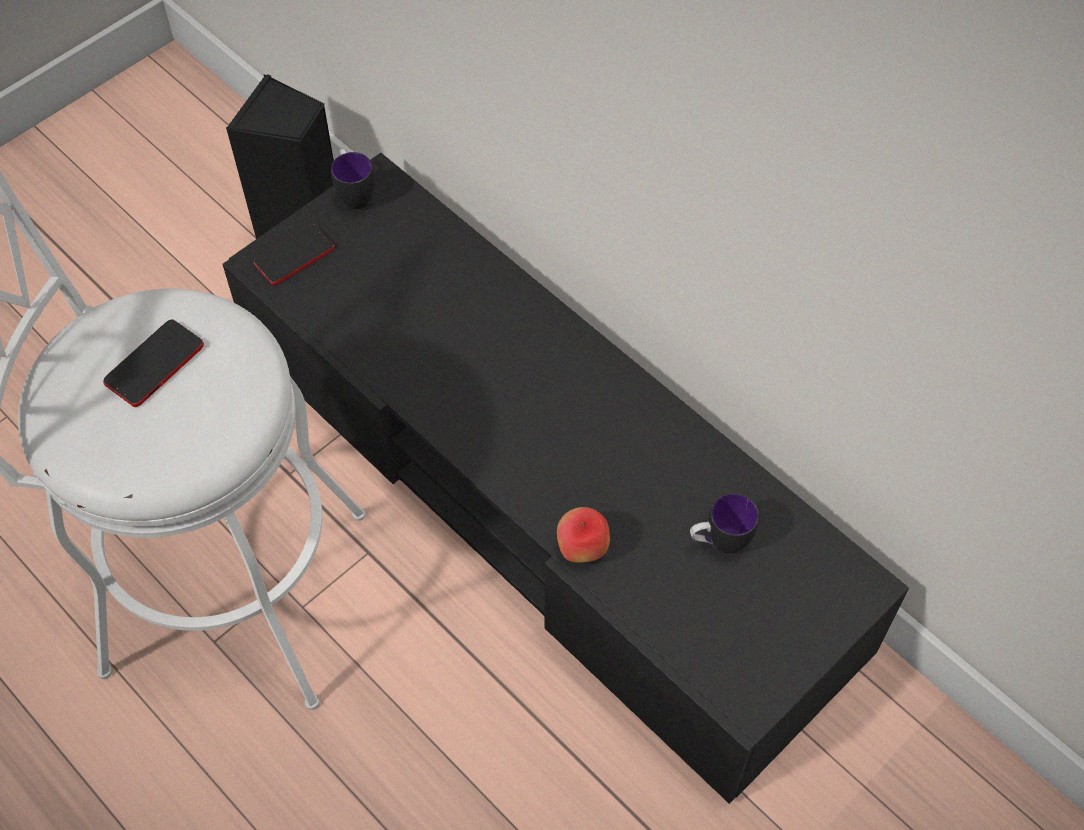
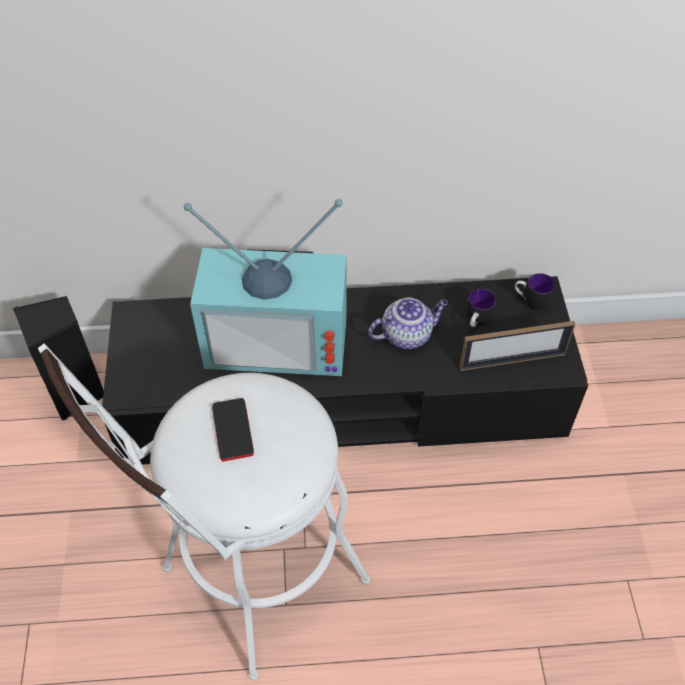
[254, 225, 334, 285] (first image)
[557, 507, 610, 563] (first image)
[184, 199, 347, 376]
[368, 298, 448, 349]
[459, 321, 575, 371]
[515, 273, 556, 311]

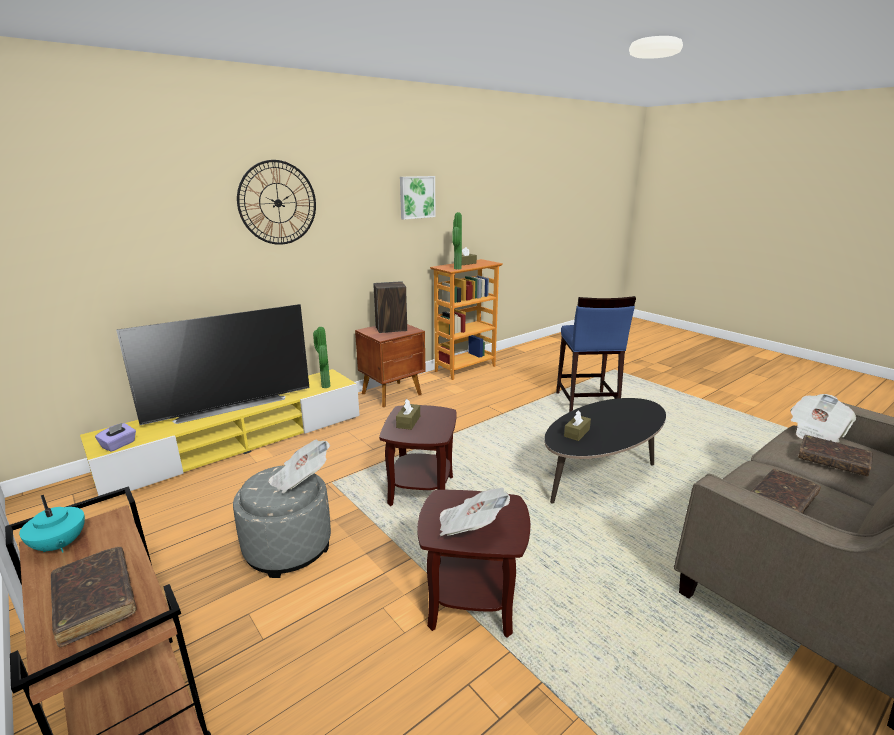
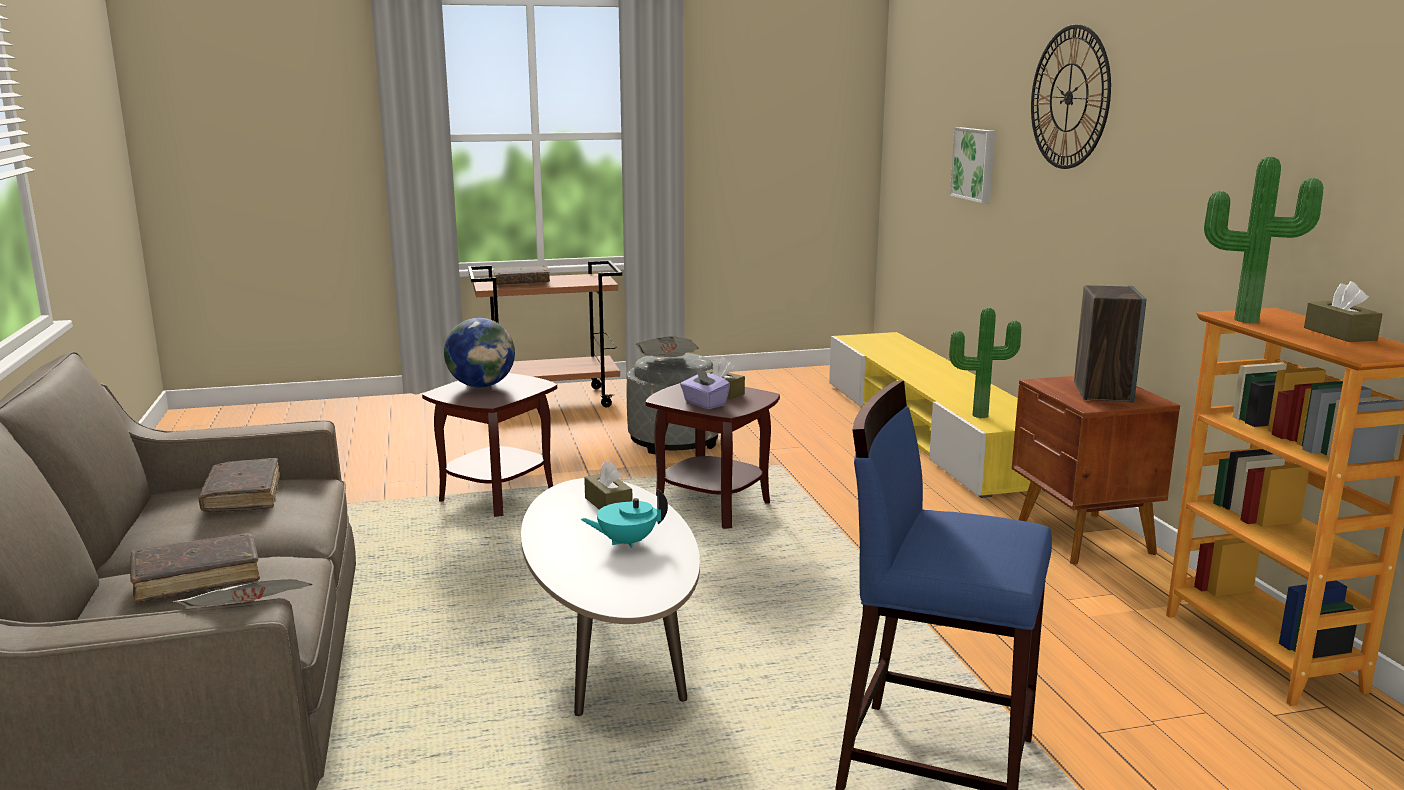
[116, 304, 309, 425] (first image)
[581, 489, 668, 548]
[680, 367, 730, 409]
[950, 127, 995, 203]
[444, 318, 515, 387]
[521, 478, 700, 716]

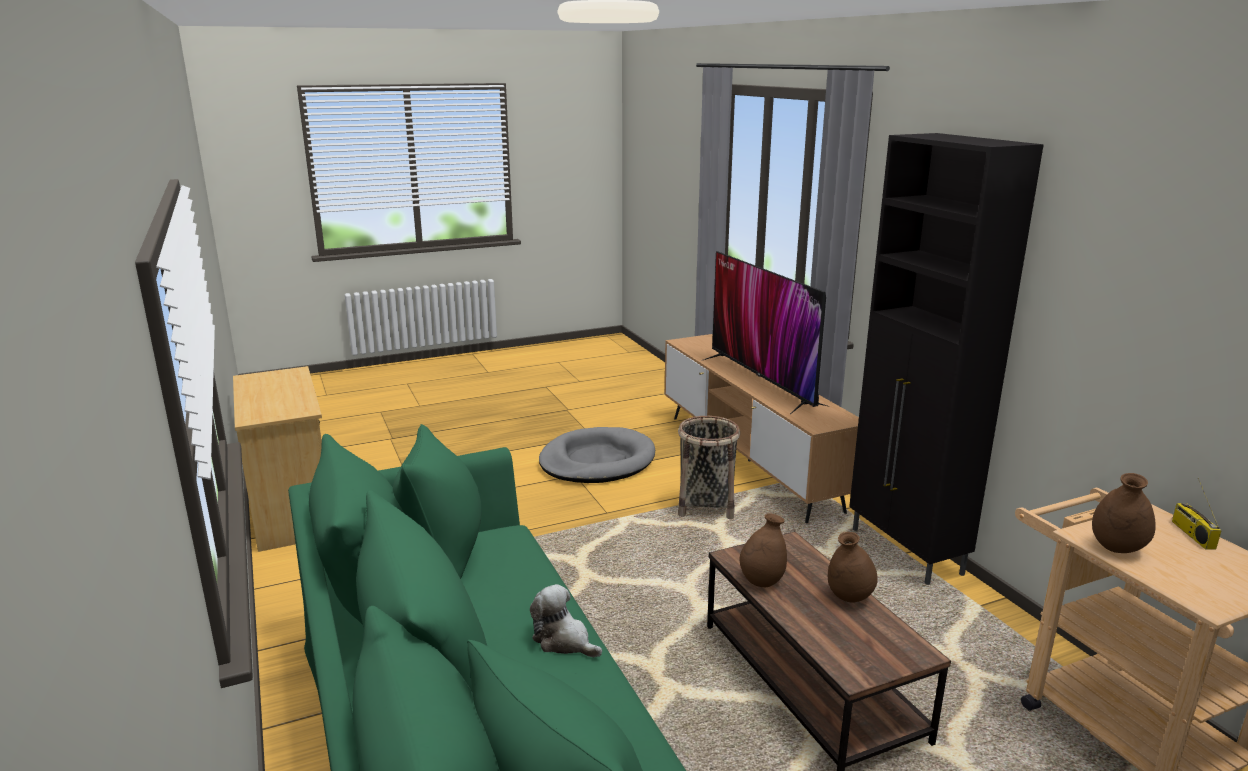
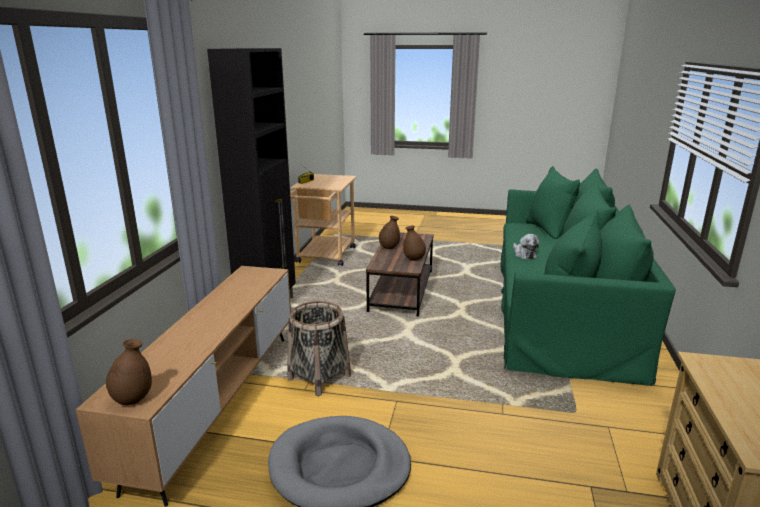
[703, 251, 830, 414] (first image)
[106, 339, 152, 405]

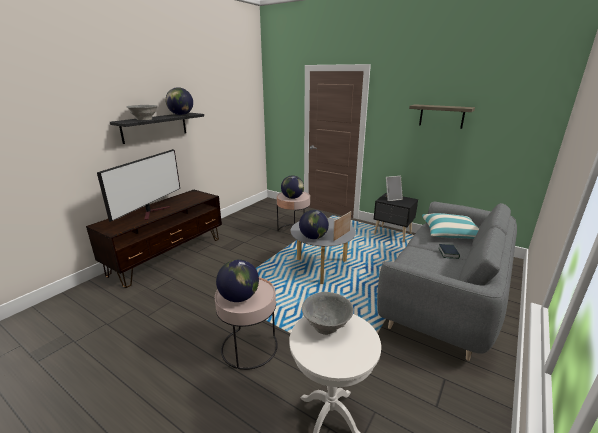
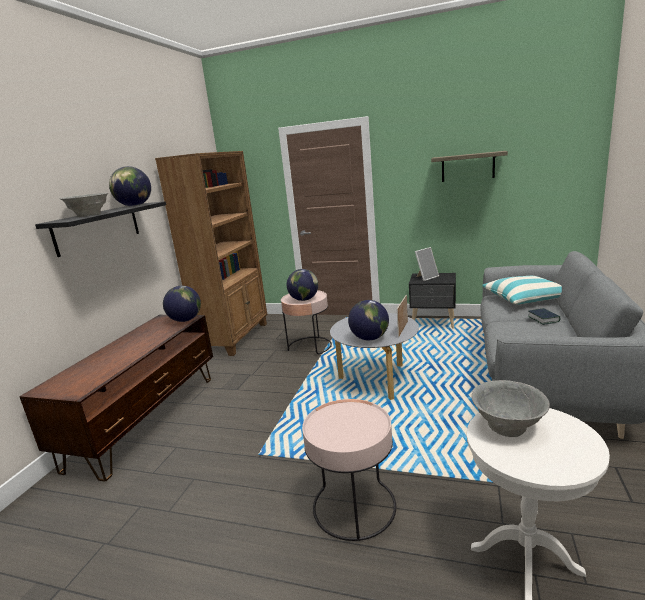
[97, 149, 180, 222] (first image)
[155, 151, 267, 356]
[163, 286, 201, 322]

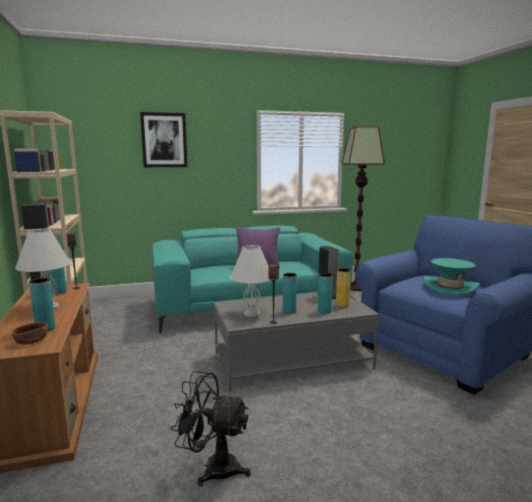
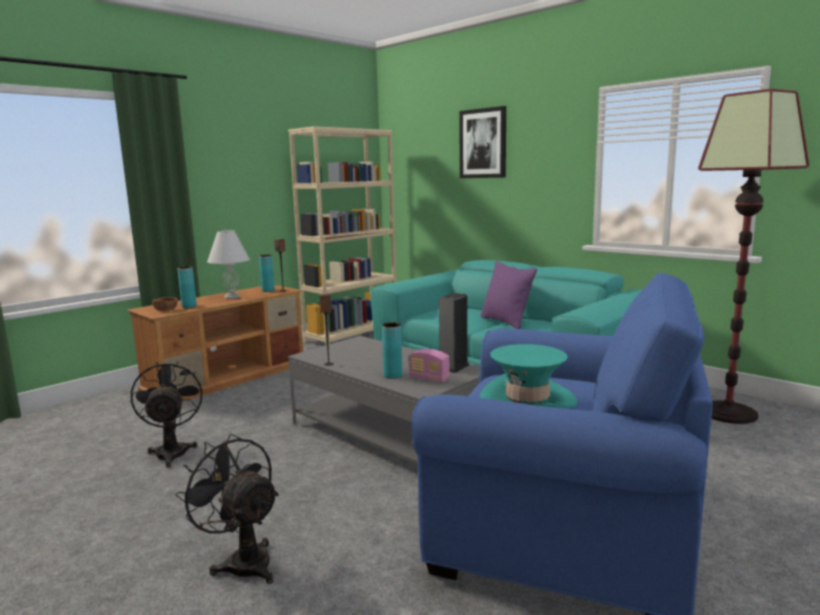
[230, 245, 270, 317] (first image)
[283, 273, 297, 314] (first image)
[176, 434, 279, 584]
[409, 349, 450, 382]

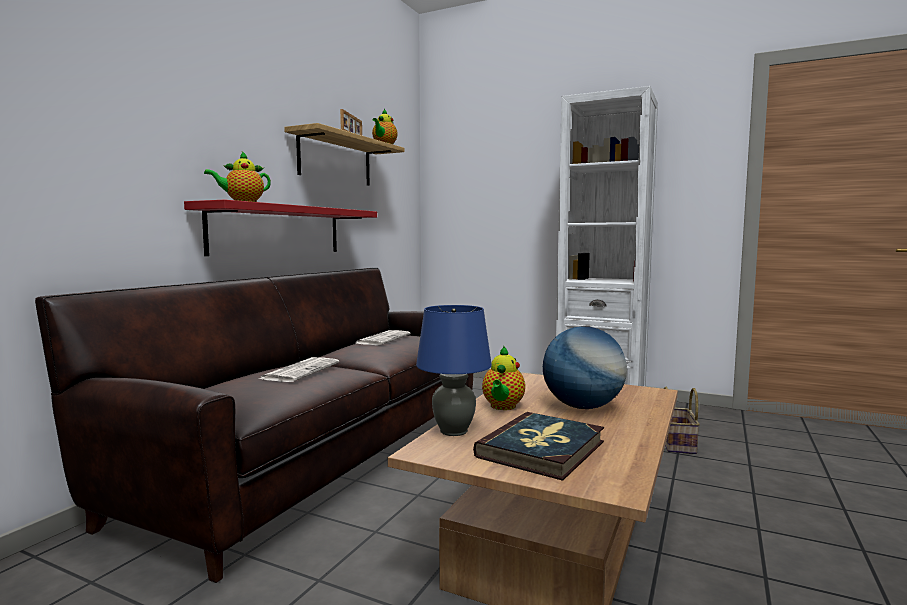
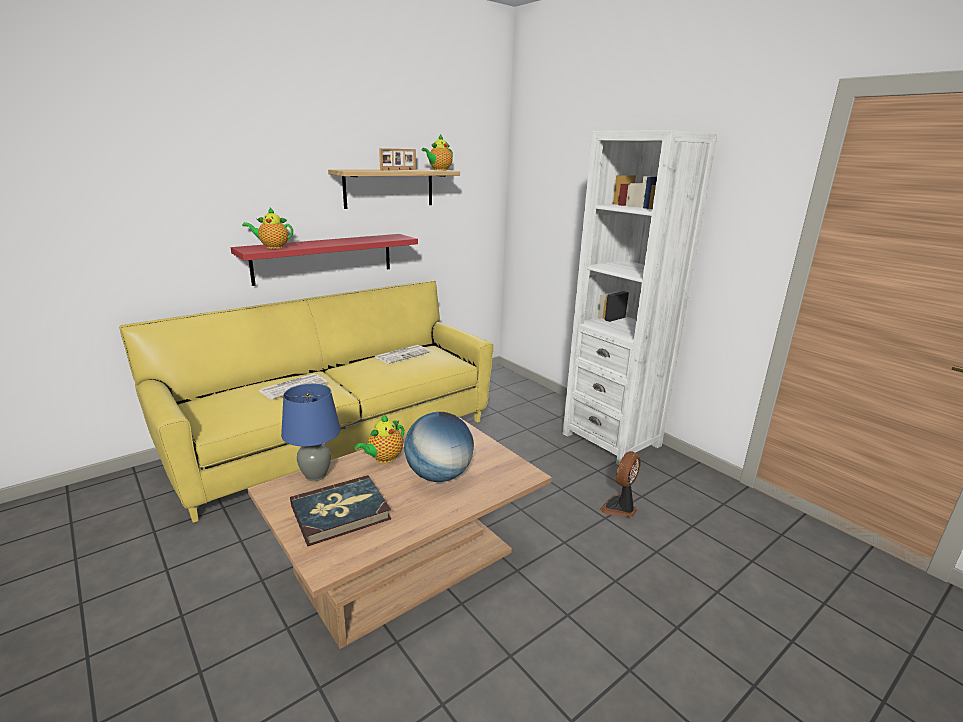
[600, 451, 641, 517]
[119, 280, 494, 523]

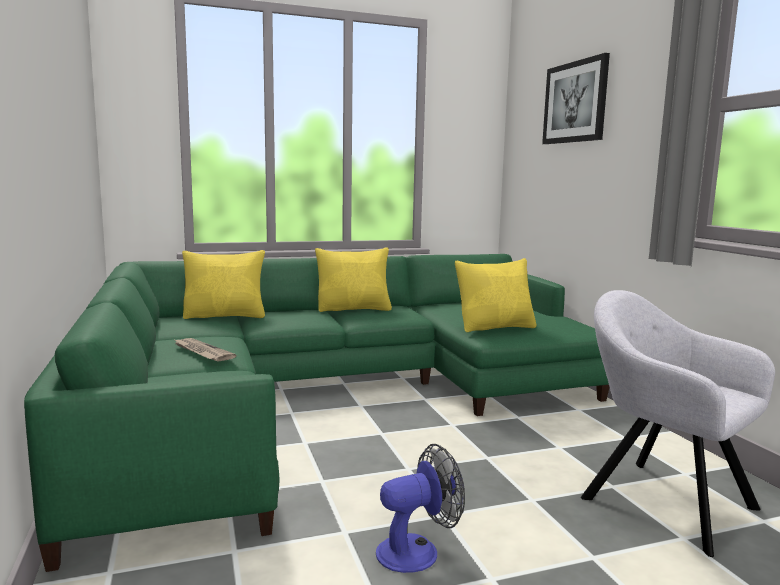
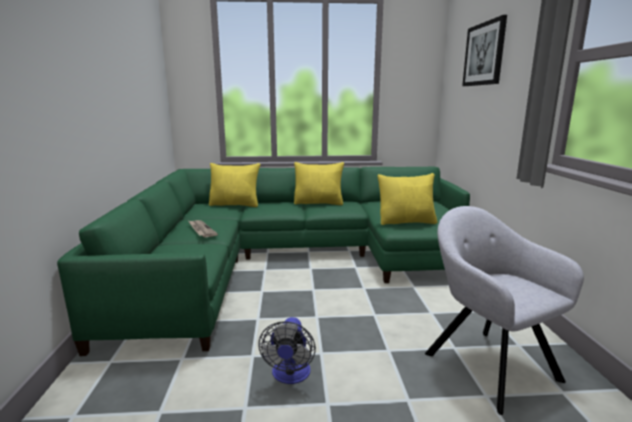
[258, 317, 316, 384]

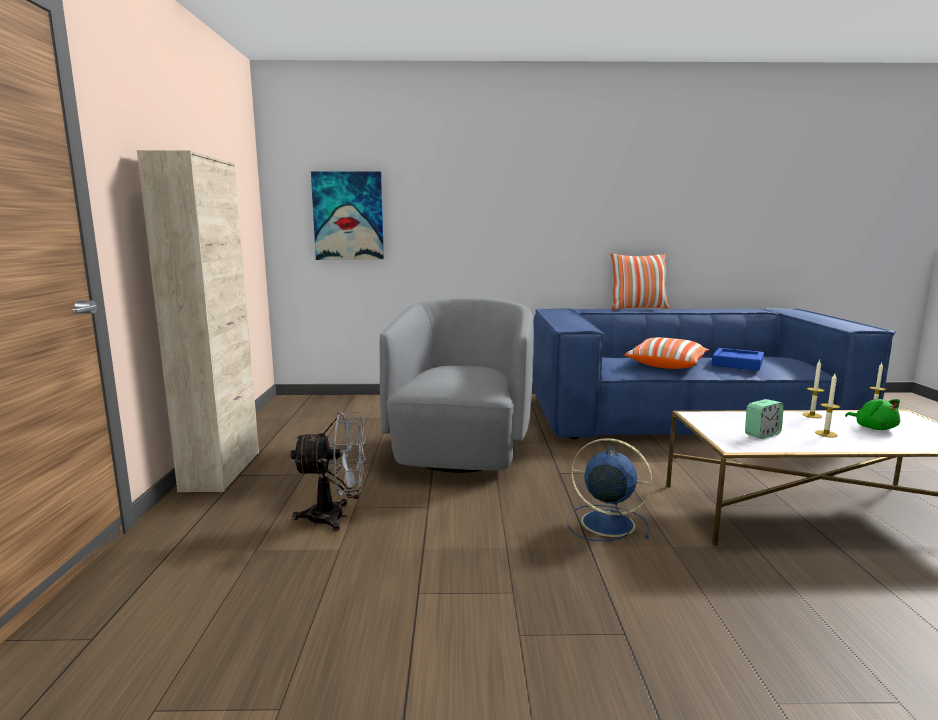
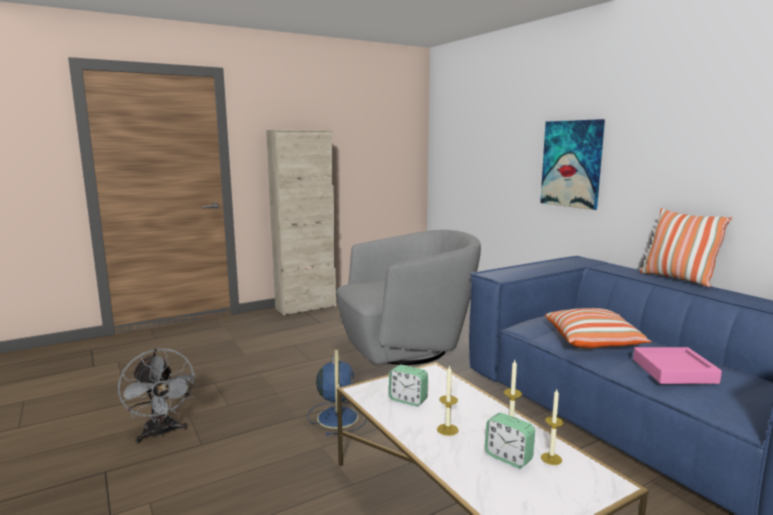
[118, 348, 197, 443]
[540, 119, 605, 210]
[485, 413, 535, 468]
[633, 347, 722, 384]

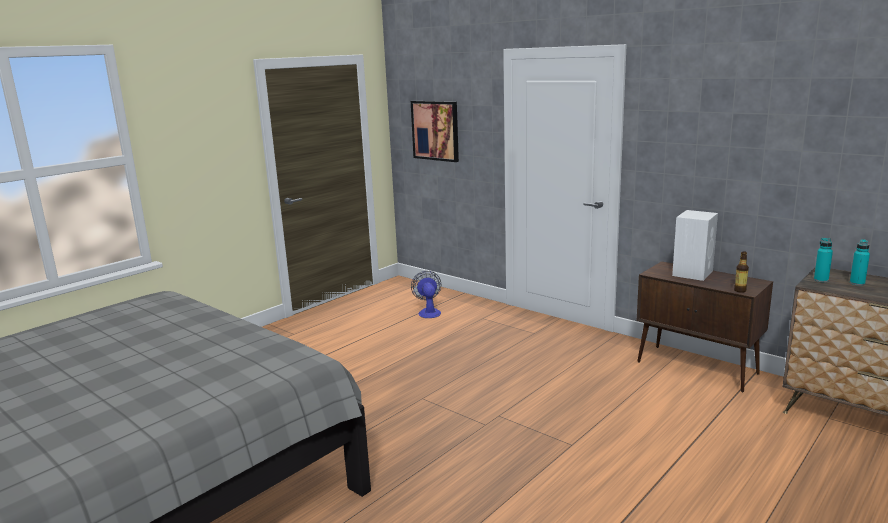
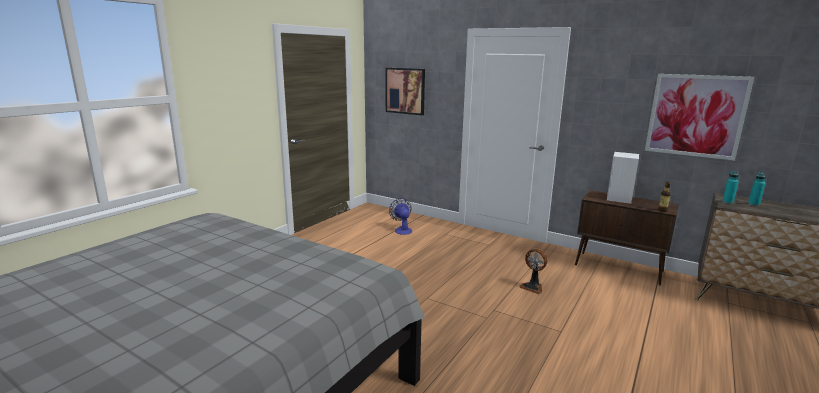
[519, 249, 547, 294]
[645, 74, 754, 161]

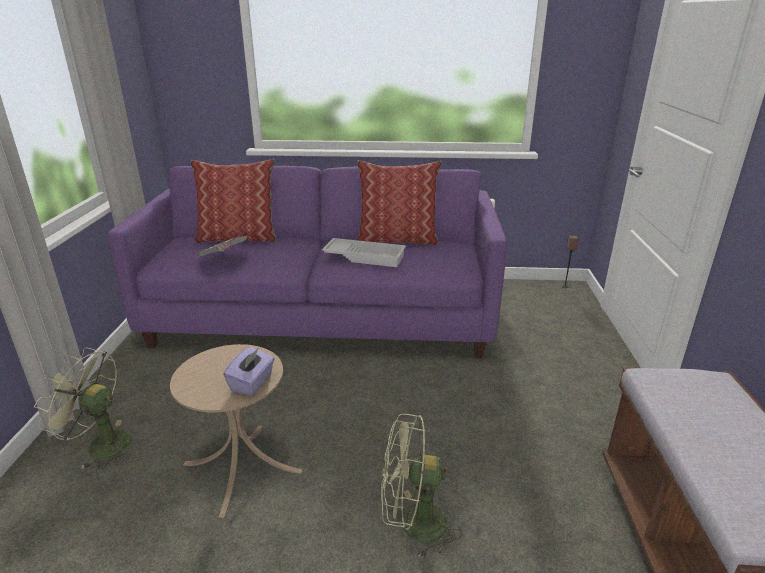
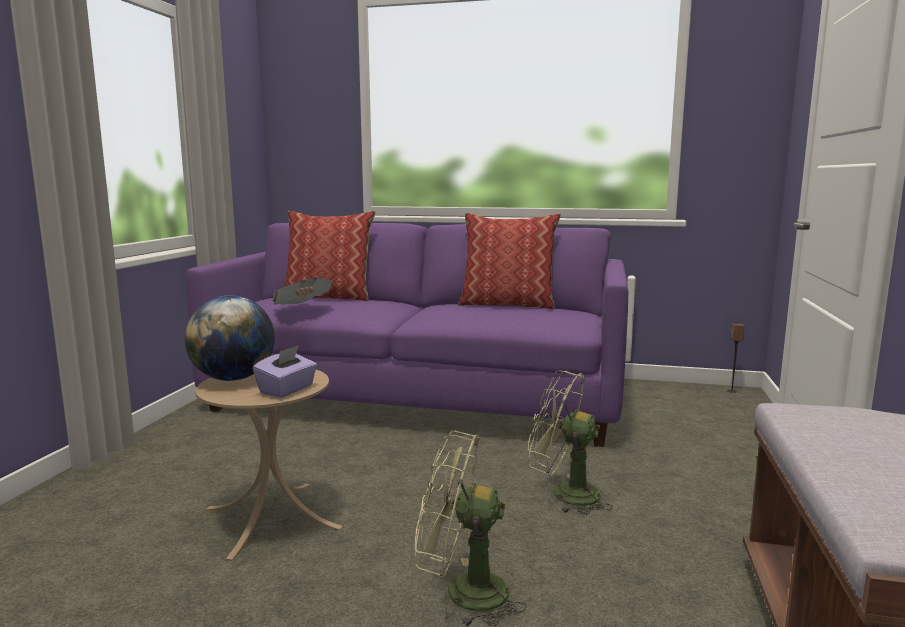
[322, 238, 406, 267] (first image)
[185, 296, 275, 381]
[528, 370, 613, 515]

